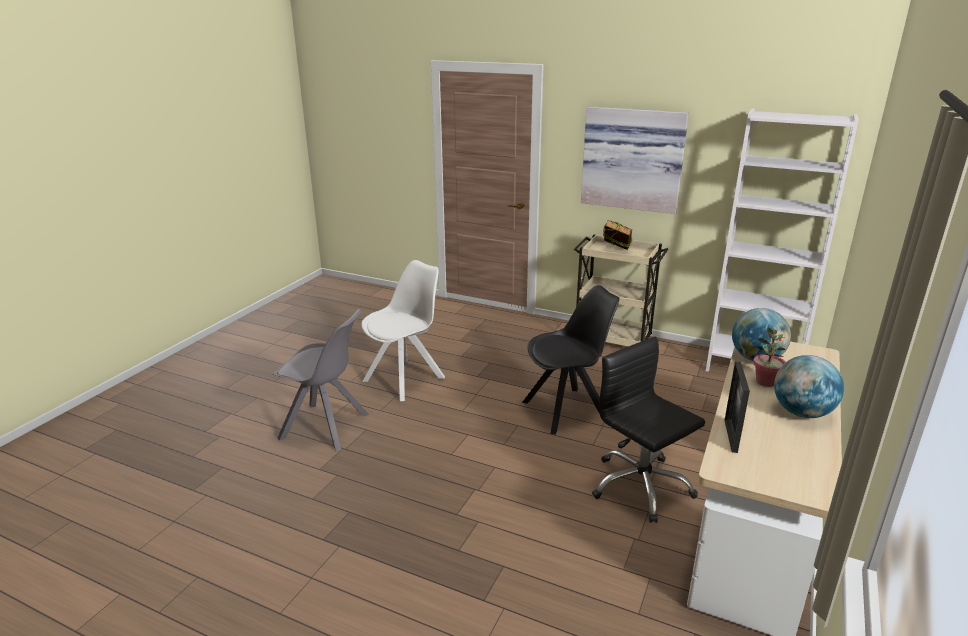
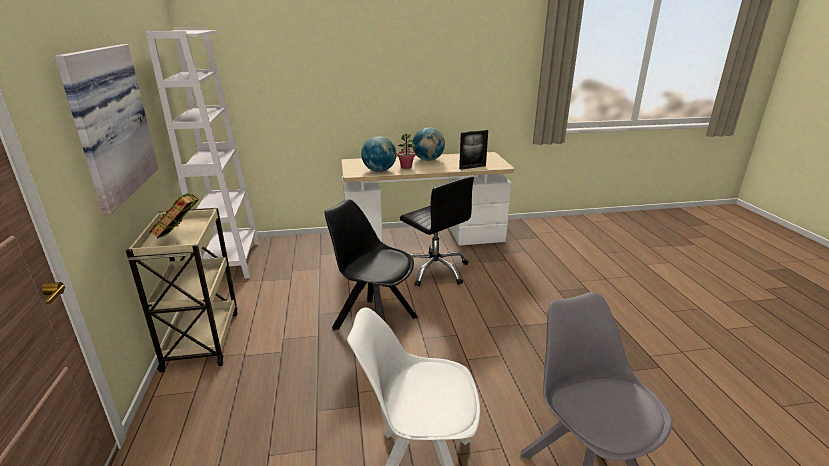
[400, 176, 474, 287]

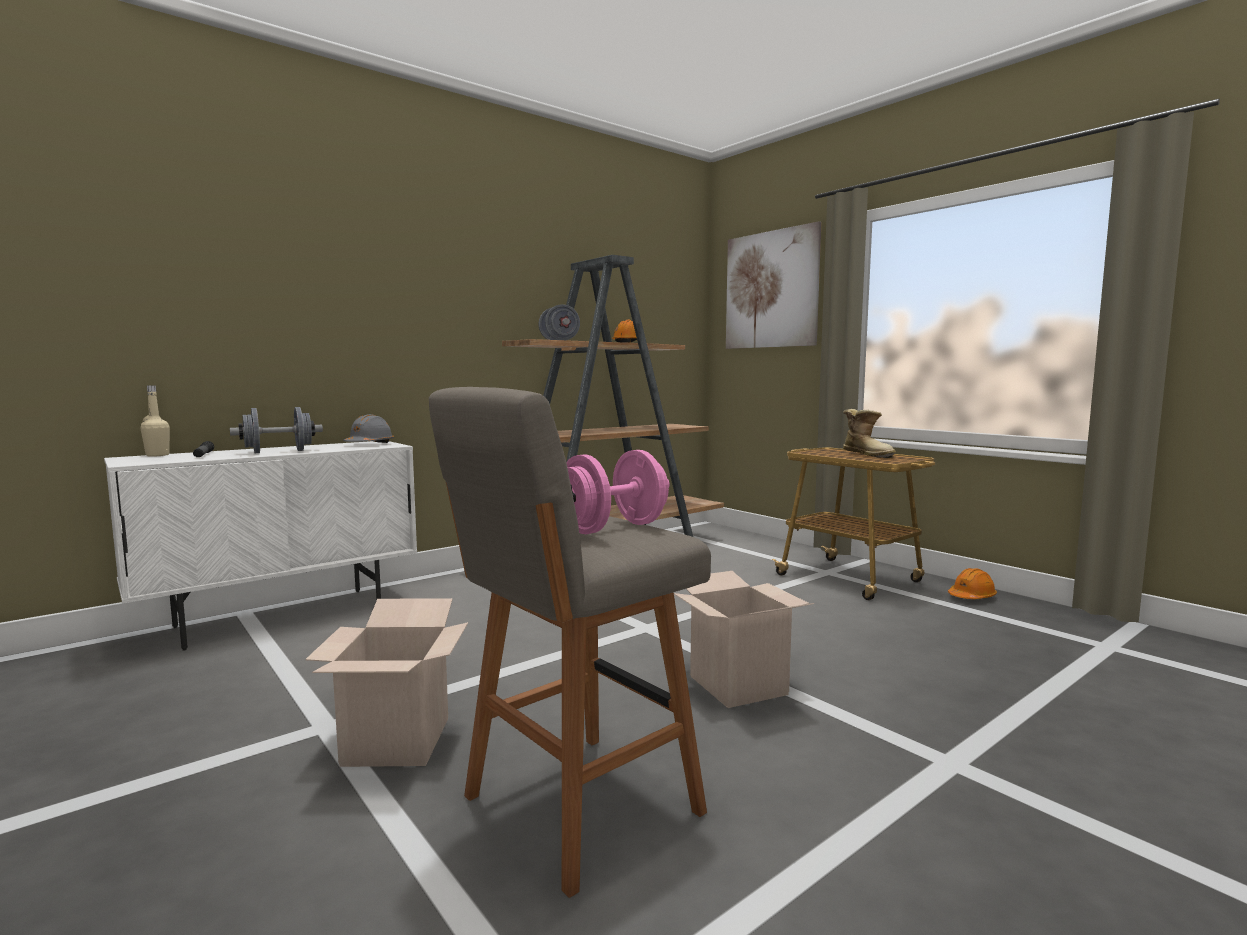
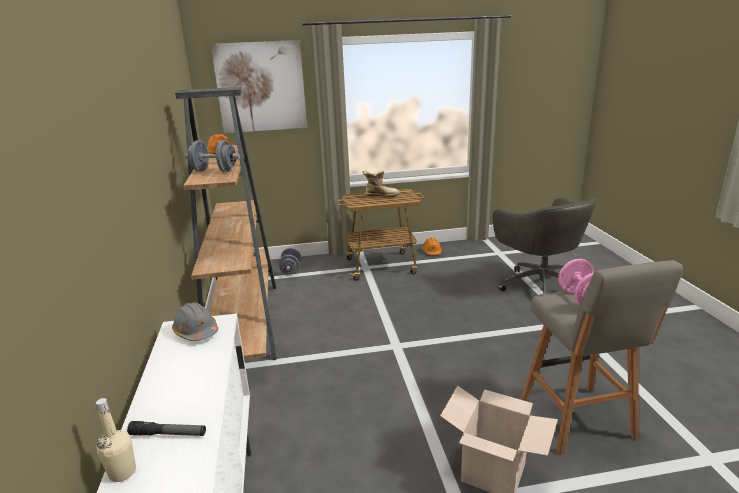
[674, 571, 814, 708] (first image)
[493, 198, 597, 294]
[278, 248, 301, 275]

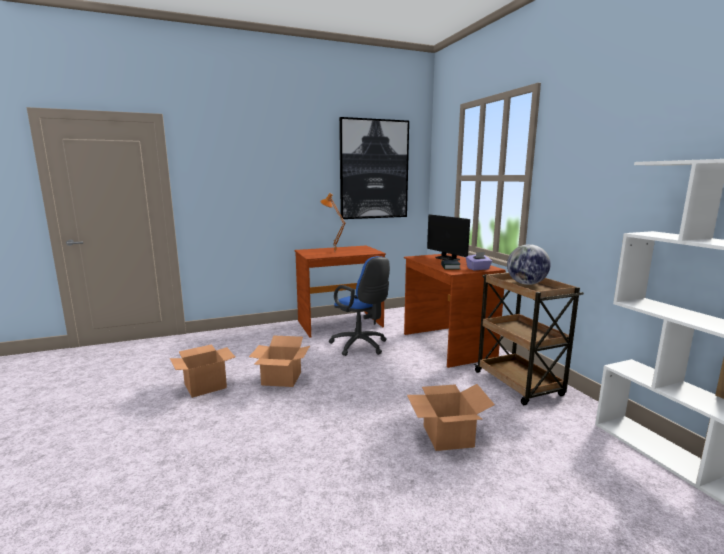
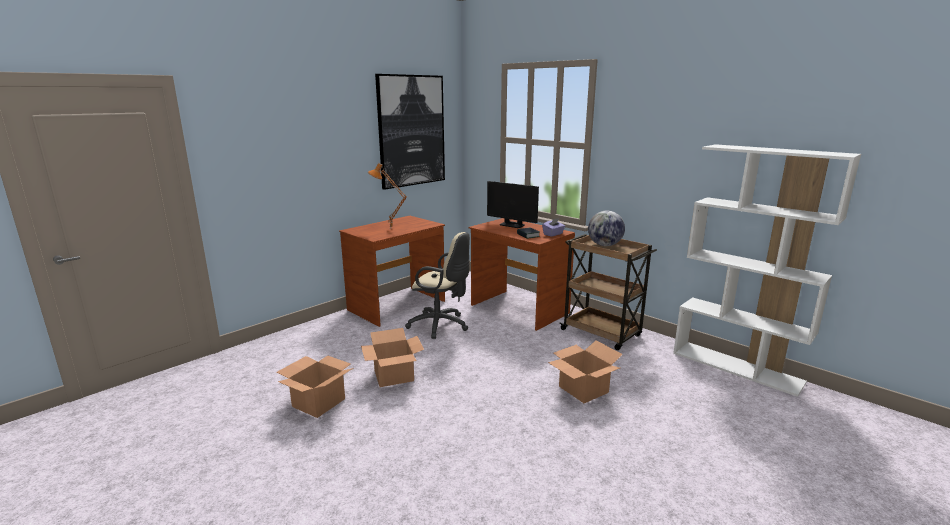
[405, 232, 470, 339]

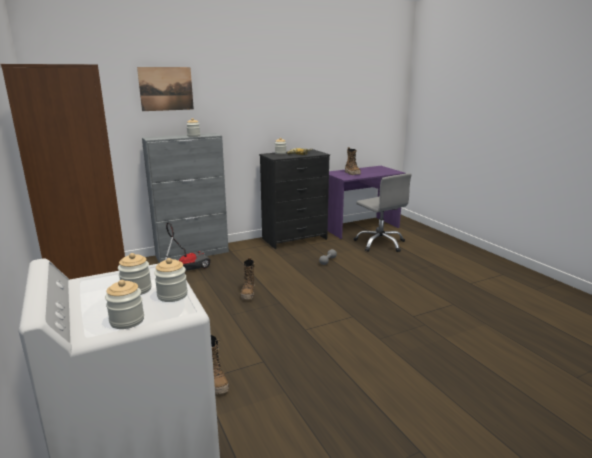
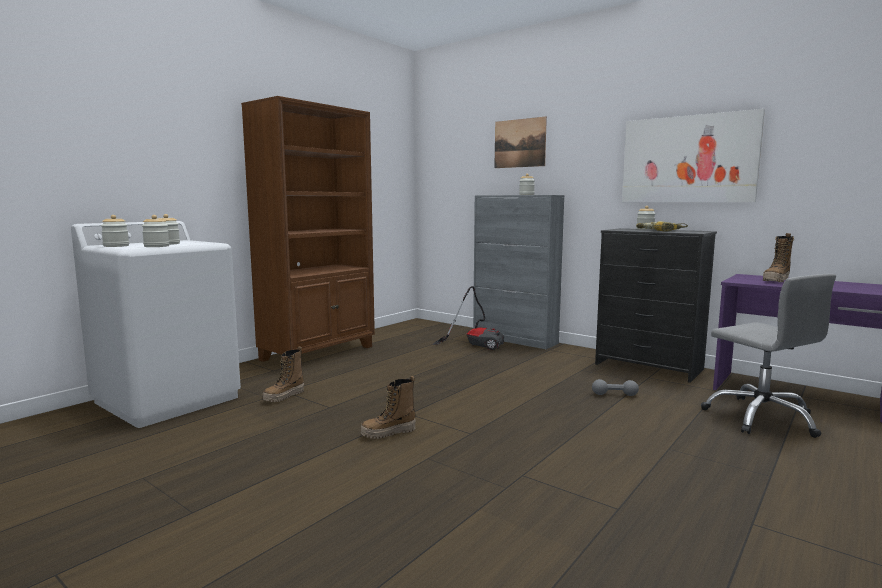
[622, 109, 765, 202]
[361, 376, 416, 439]
[701, 274, 836, 438]

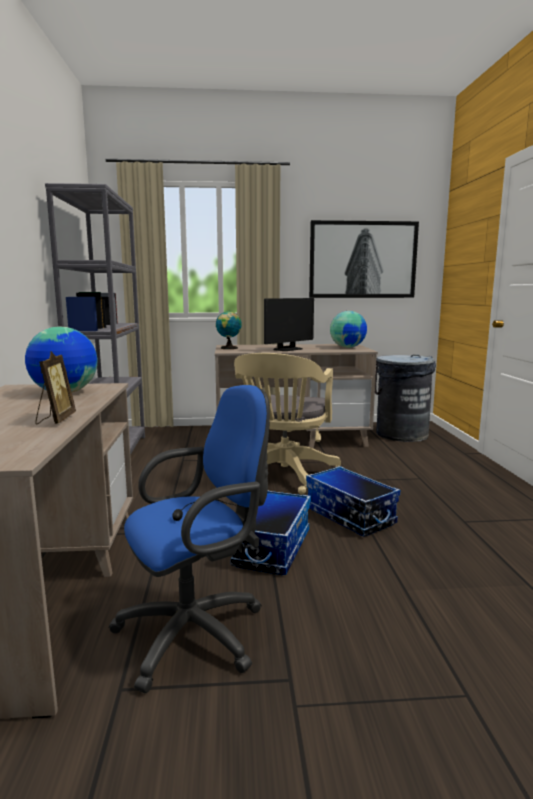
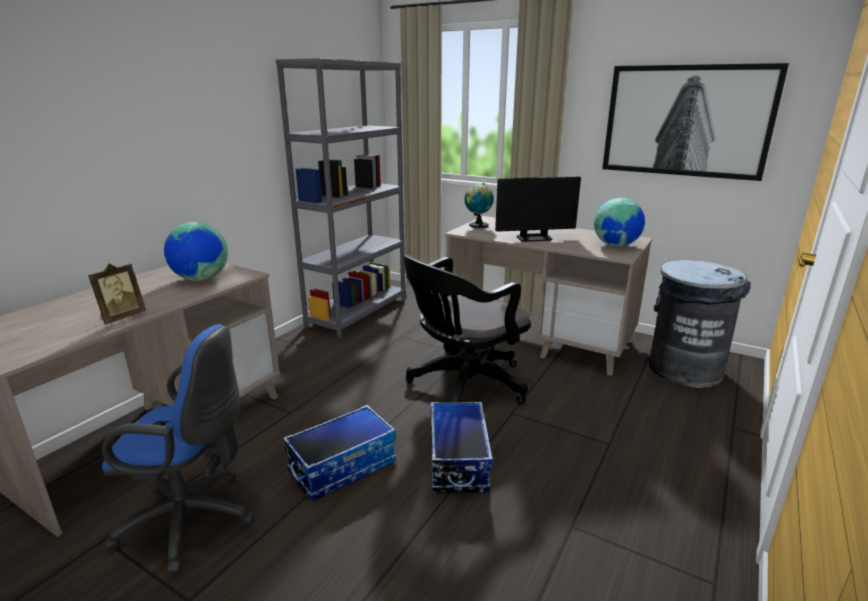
[403, 255, 531, 405]

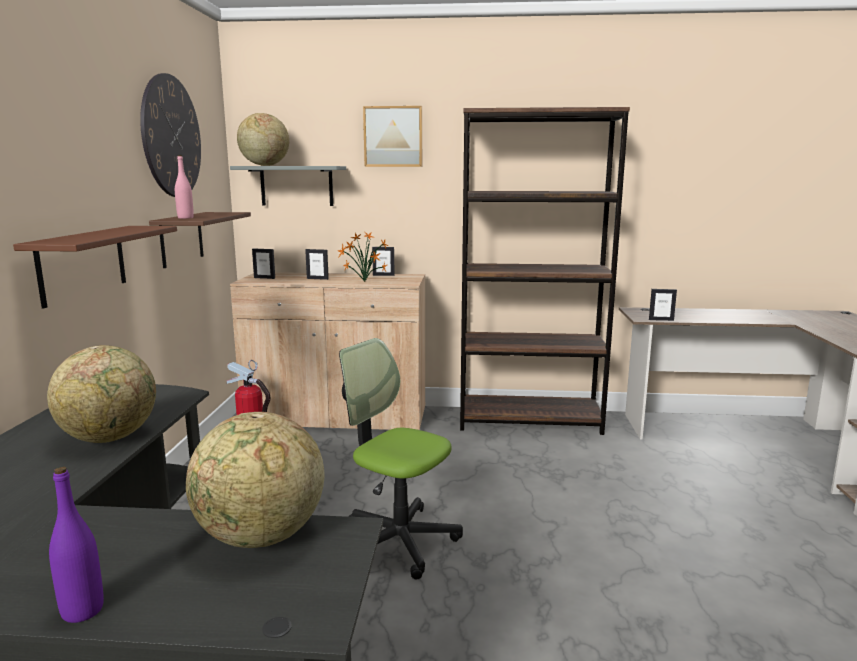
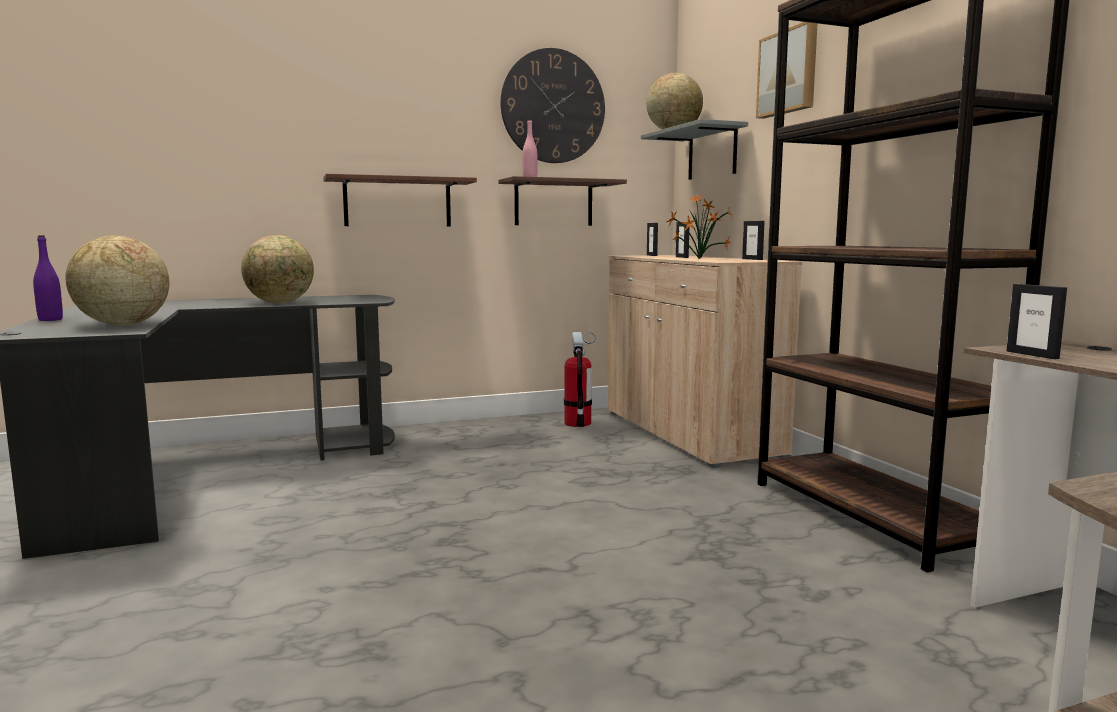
[339, 338, 463, 580] (first image)

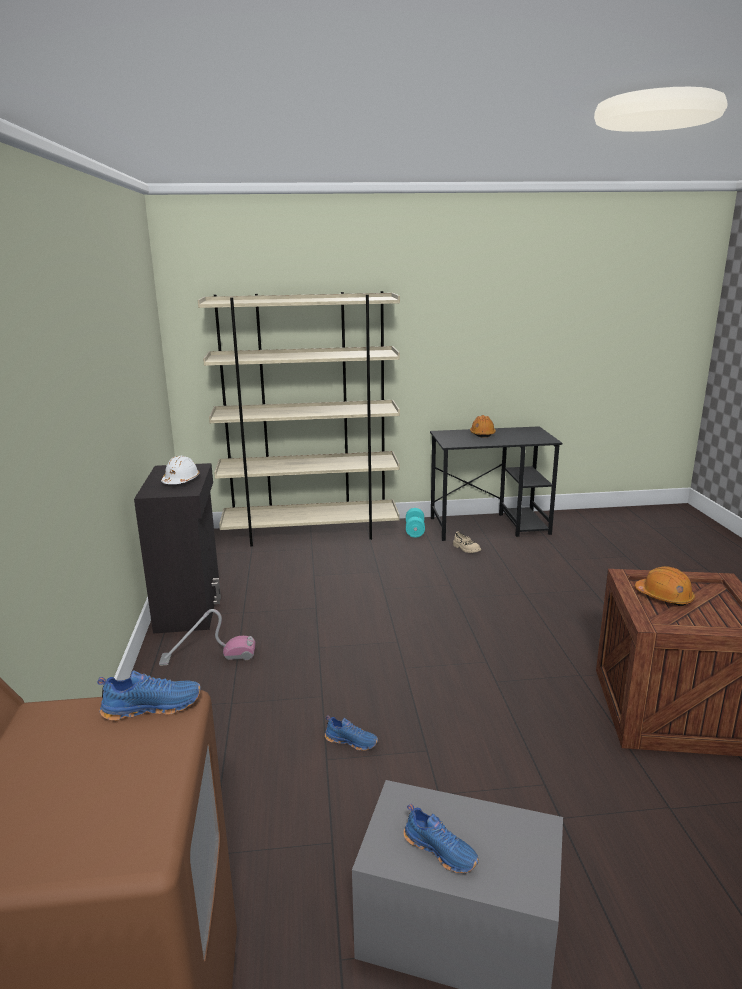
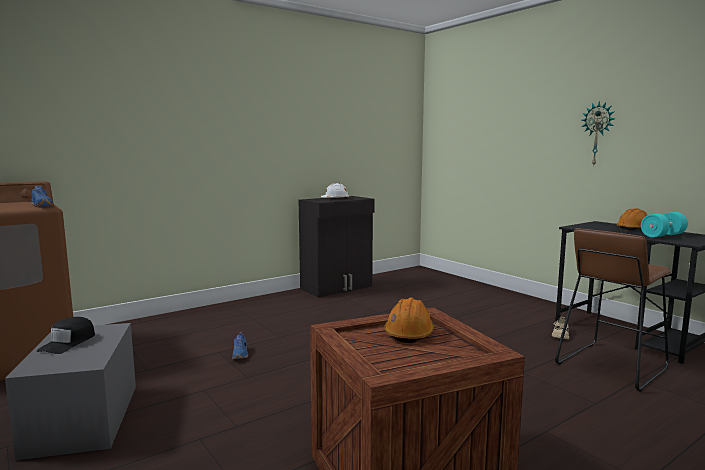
[159, 609, 255, 666] (first image)
[198, 291, 400, 546] (first image)
[555, 228, 671, 392]
[581, 101, 615, 167]
[641, 212, 688, 238]
[37, 317, 95, 354]

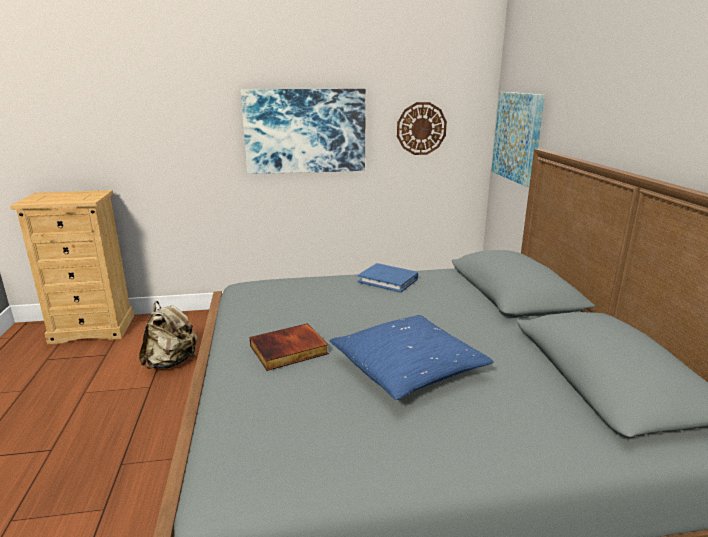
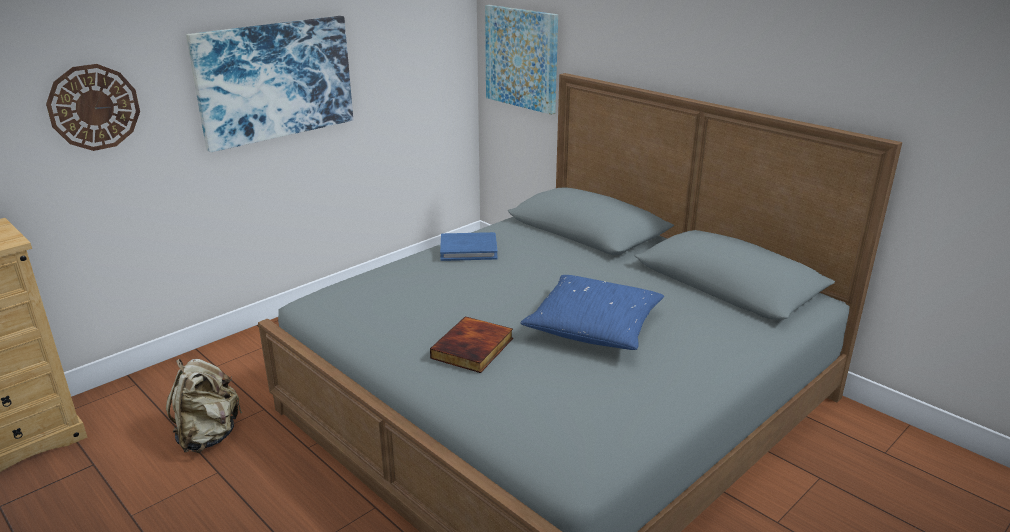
[46, 64, 140, 151]

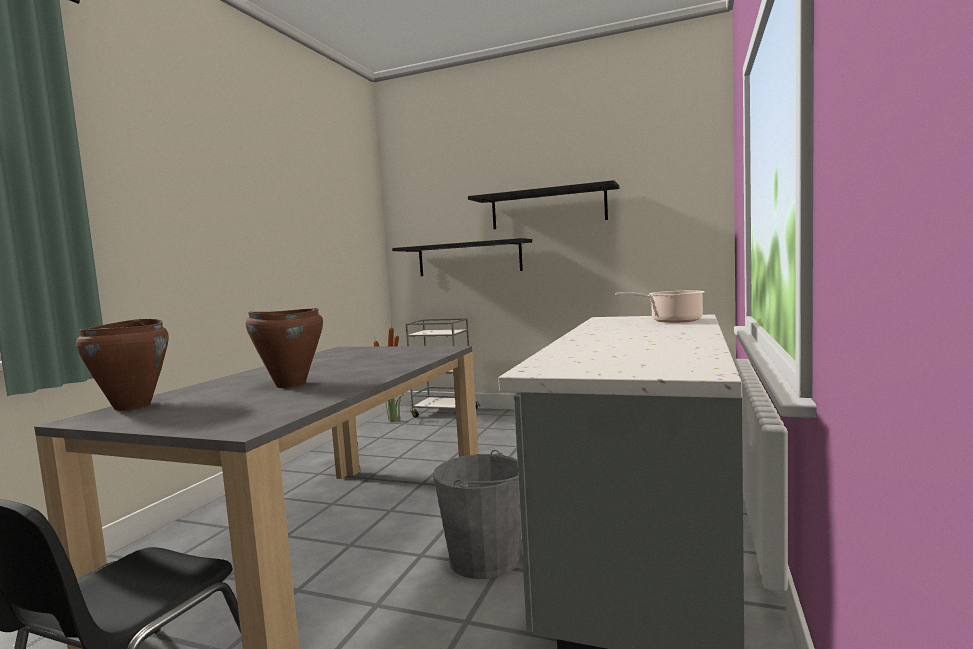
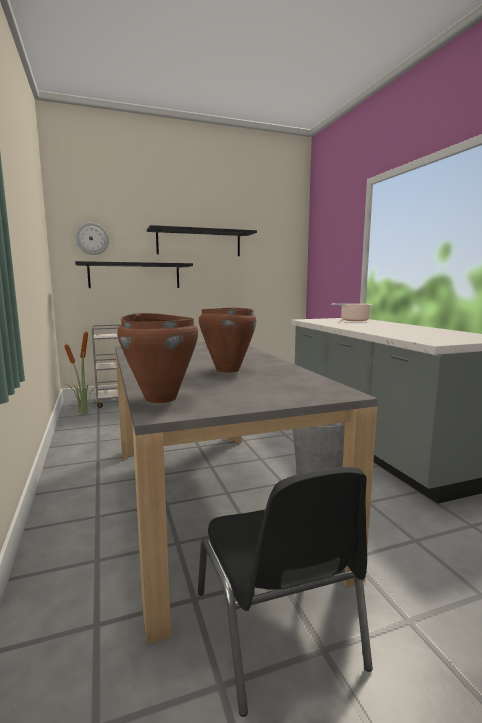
[76, 222, 109, 255]

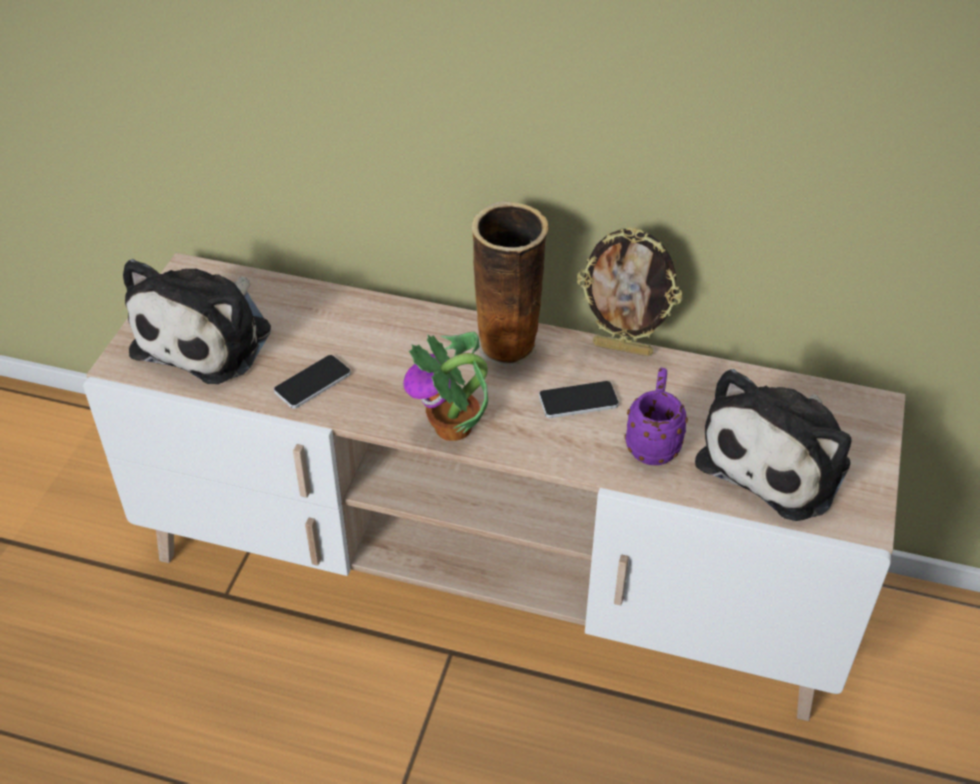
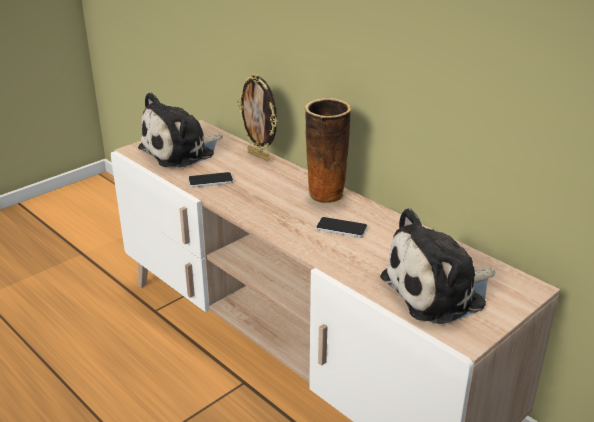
[403, 332, 488, 441] (first image)
[625, 368, 688, 465] (first image)
[237, 73, 277, 162]

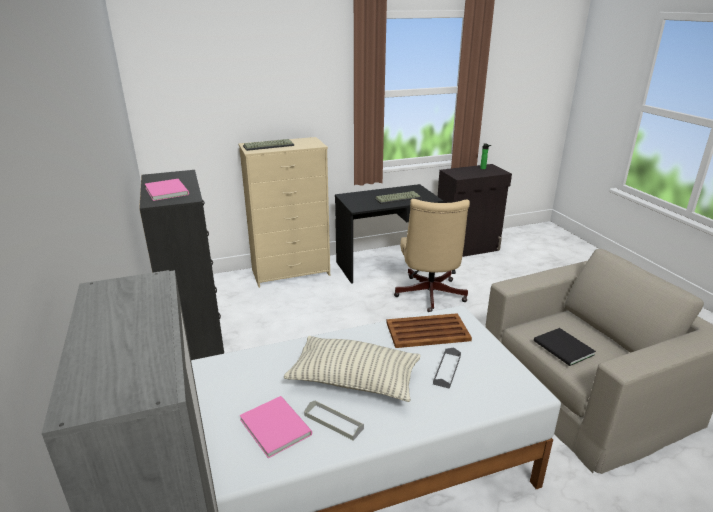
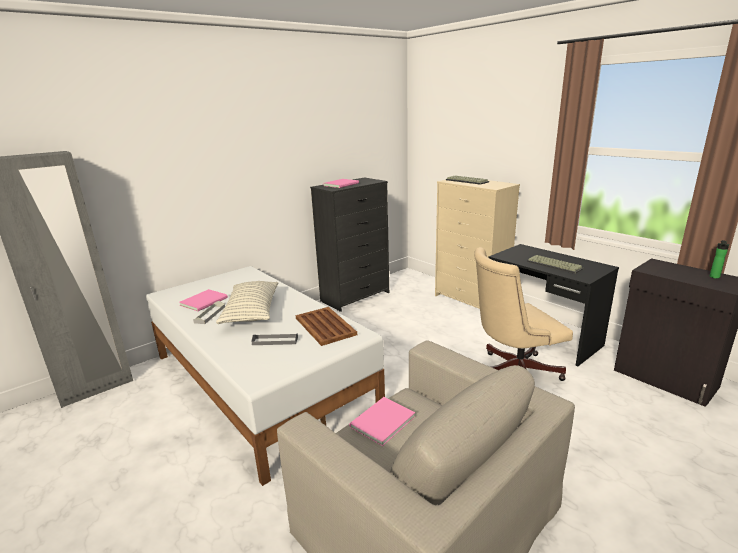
[349, 397, 415, 446]

